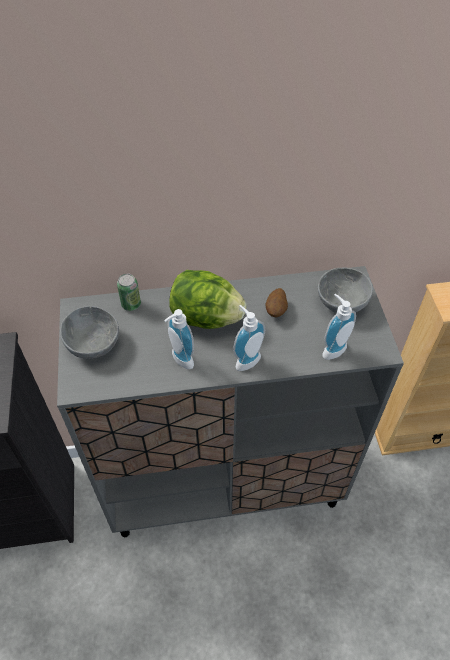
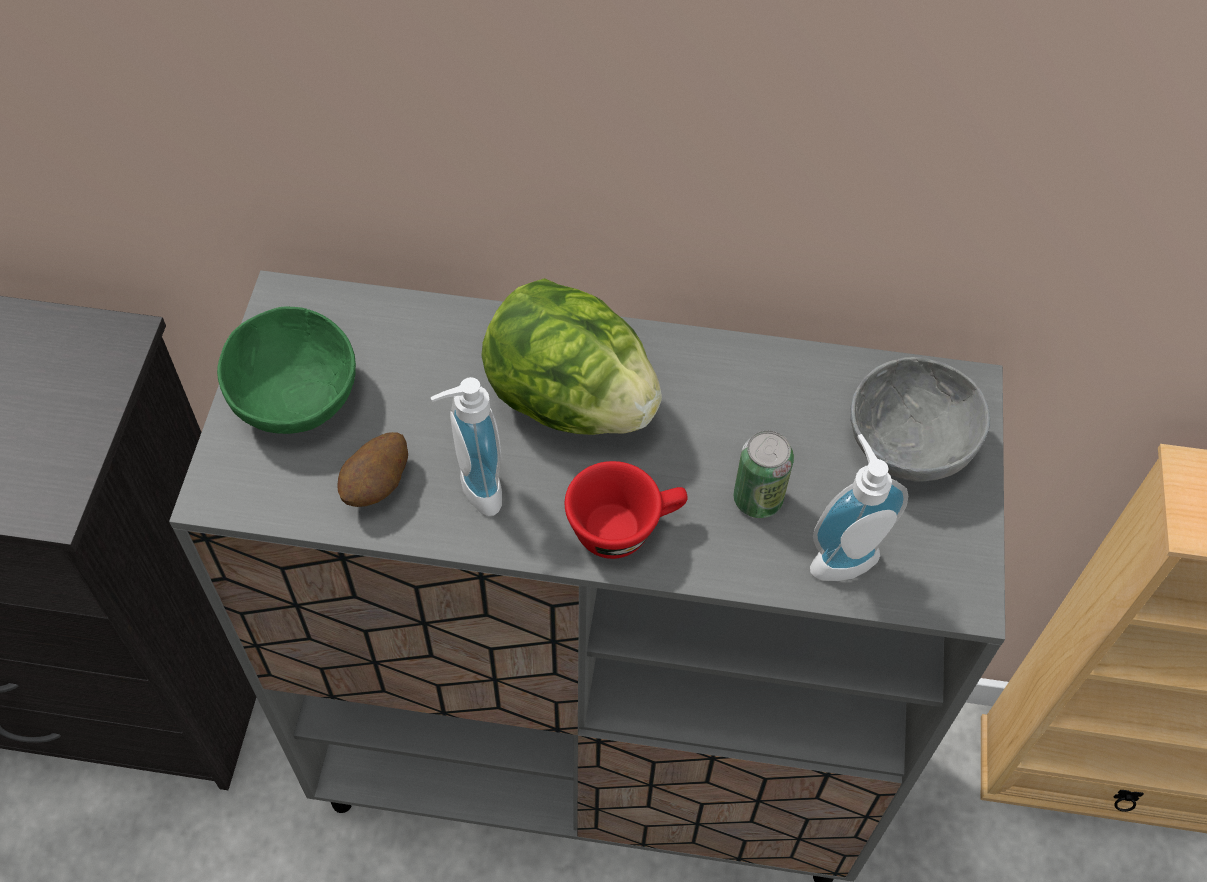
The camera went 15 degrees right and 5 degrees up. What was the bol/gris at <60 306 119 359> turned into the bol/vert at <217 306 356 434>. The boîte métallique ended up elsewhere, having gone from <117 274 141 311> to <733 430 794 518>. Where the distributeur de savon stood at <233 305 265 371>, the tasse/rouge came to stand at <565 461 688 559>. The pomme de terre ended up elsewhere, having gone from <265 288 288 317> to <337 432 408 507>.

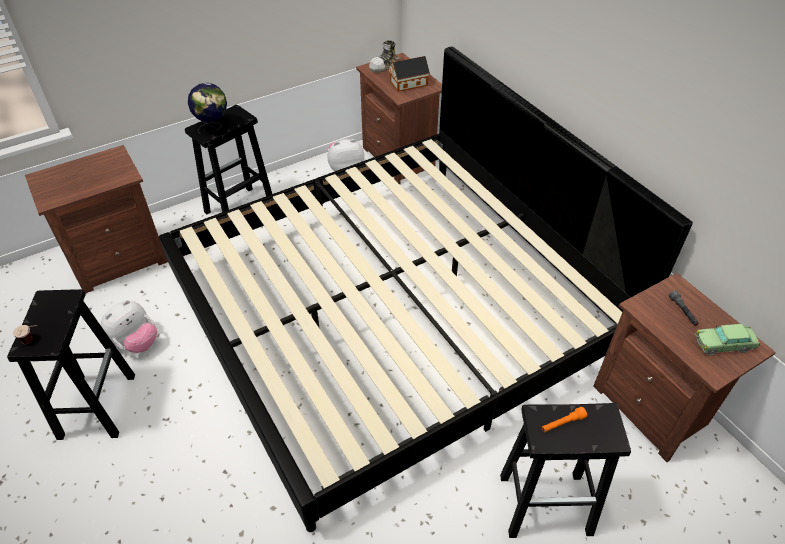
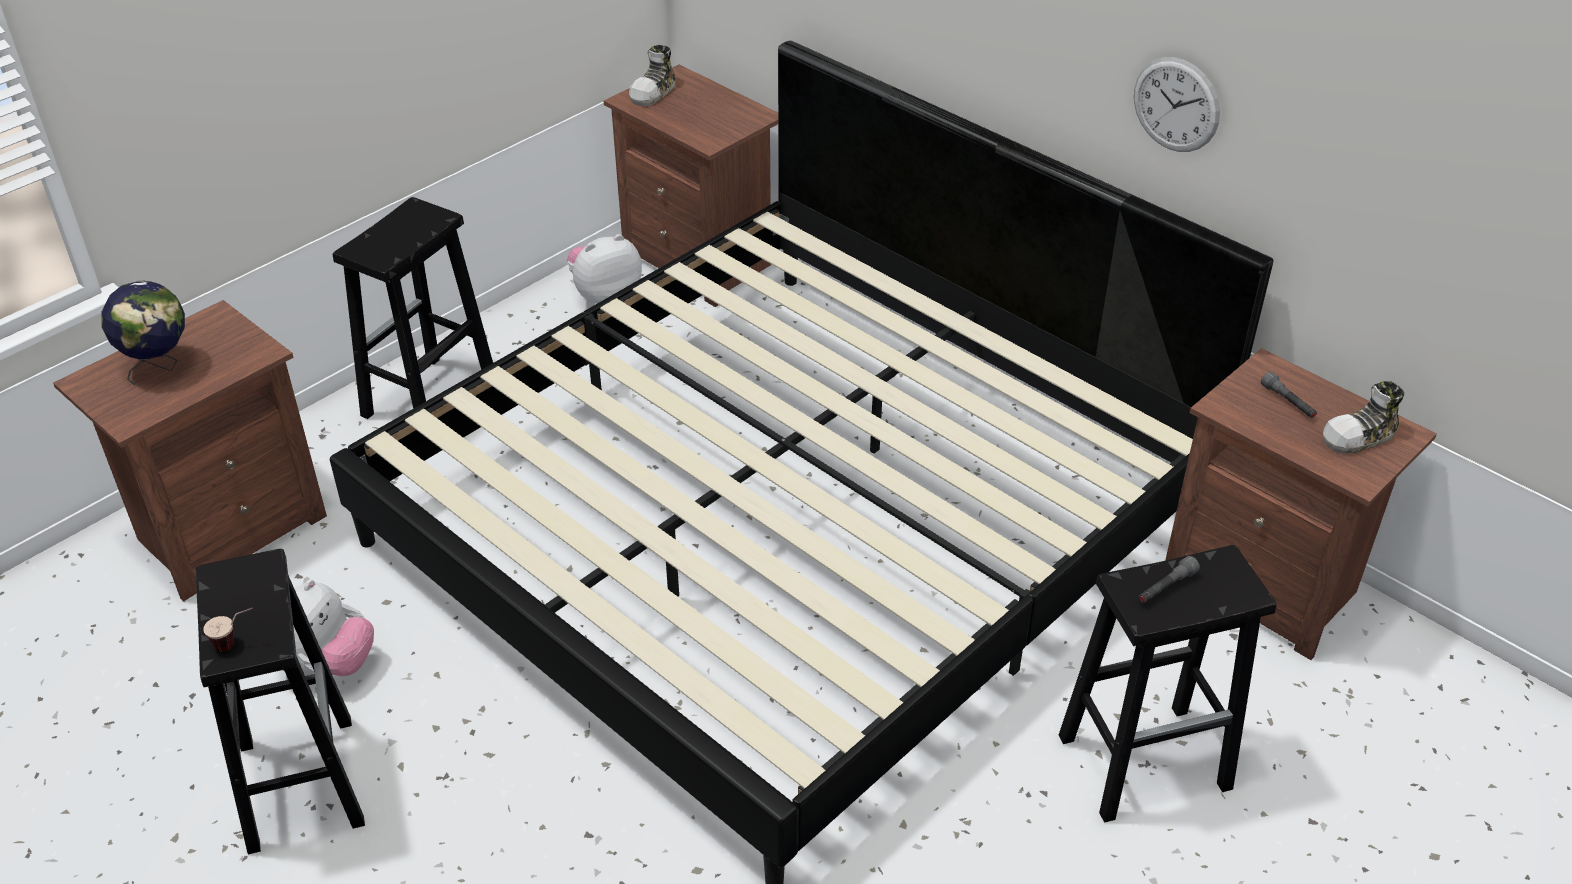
The camera went 15 degrees left and 5 degrees down. The globe ended up elsewhere, having gone from <188 83 227 134> to <101 281 185 385>. The second view lost the maison miniature at <388 56 430 92>. What was the lampe de poche/orange at <542 407 587 432> turned into the lampe de poche/gris at <1139 556 1200 603>. Where the petite voiture stood at <695 324 760 356>, the chaussure came to stand at <1323 381 1404 454>. The second view gained the horloge murale at <1134 57 1220 152>.

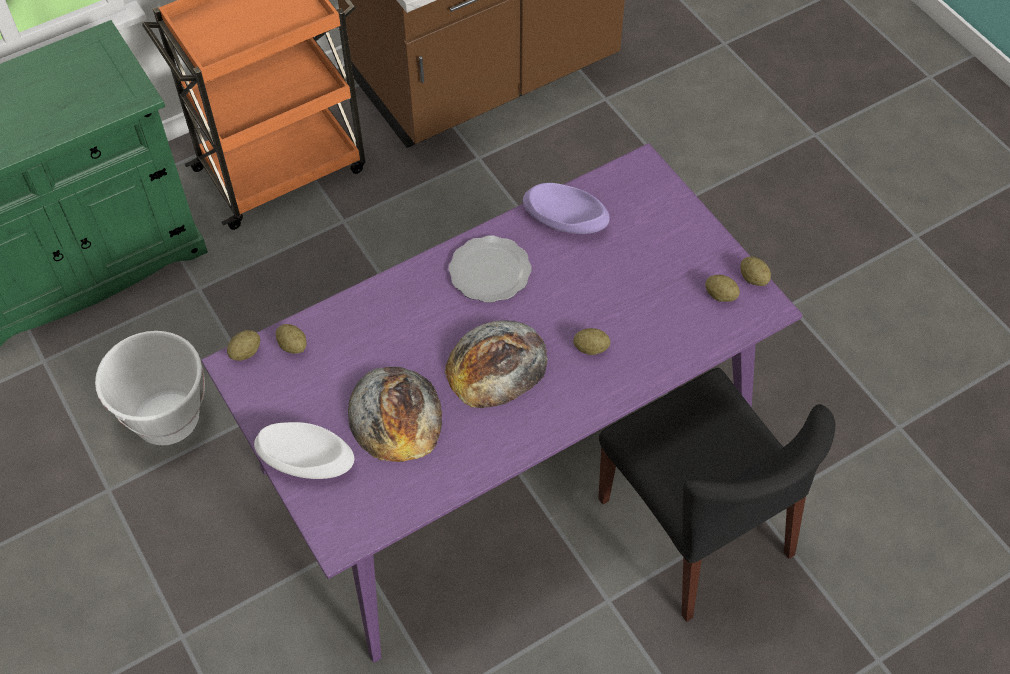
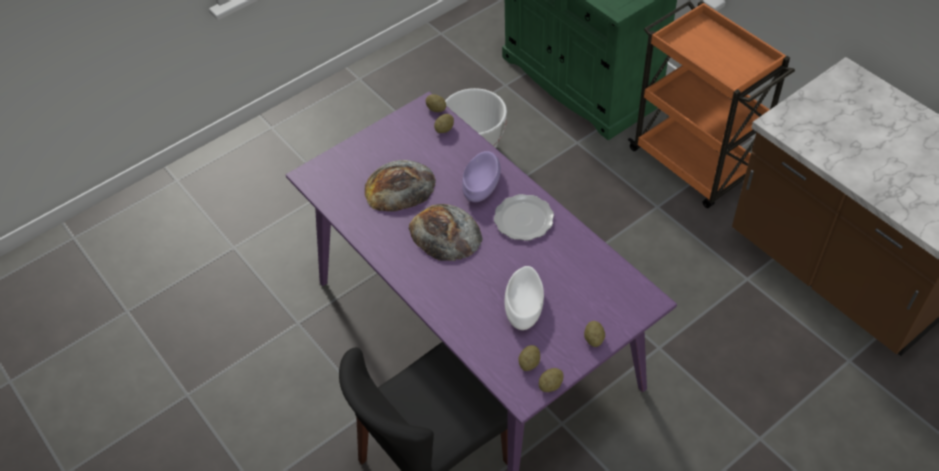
The camera went 85 degrees right and 5 degrees down. The bol/blanc ended up elsewhere, having gone from <254 422 354 479> to <504 266 544 330>. The bol/violet ended up elsewhere, having gone from <523 183 610 234> to <462 151 501 202>. The pomme de terre ended up elsewhere, having gone from <573 328 610 355> to <584 321 605 347>.

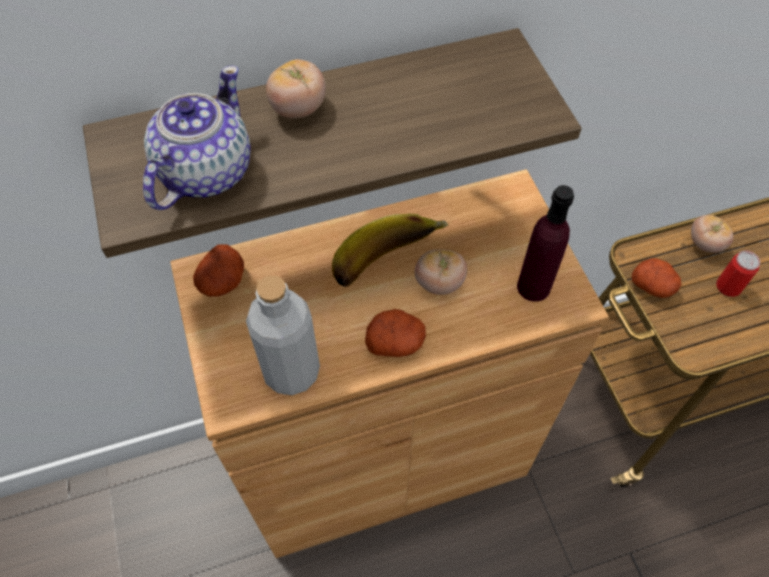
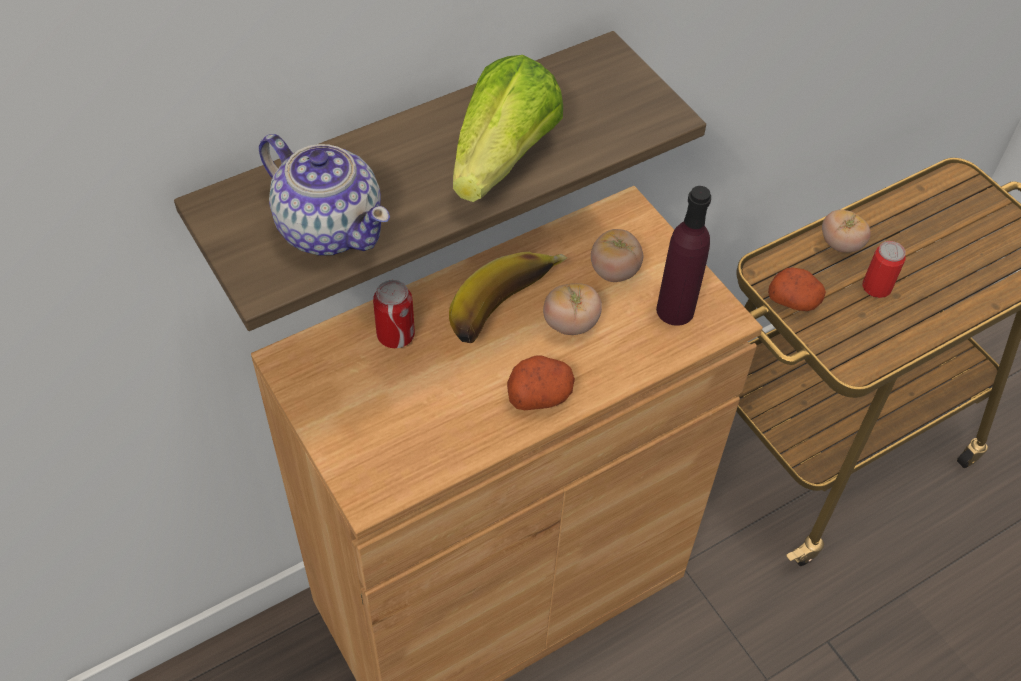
The camera went 15 degrees left and 5 degrees down. The théière at <143 65 251 210> ended up facing another way, 120 degrees clockwise from before. The second view lost the pomme de terre at <193 244 244 297>. The second view lost the bouteille/gris at <246 275 320 395>. The tomate ended up elsewhere, having gone from <266 59 326 118> to <591 229 643 282>. The second view gained the boîte métallique at <373 280 415 348>. The second view gained the laitue at <453 55 563 202>.

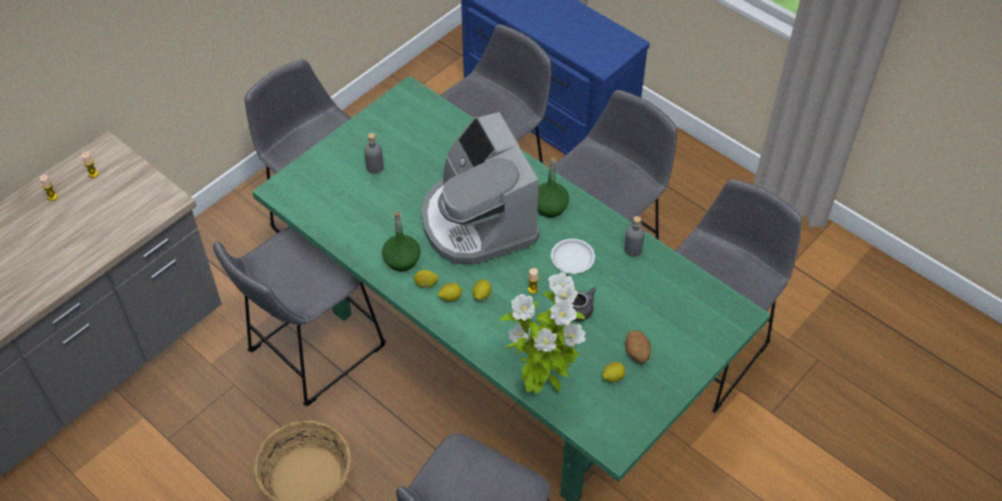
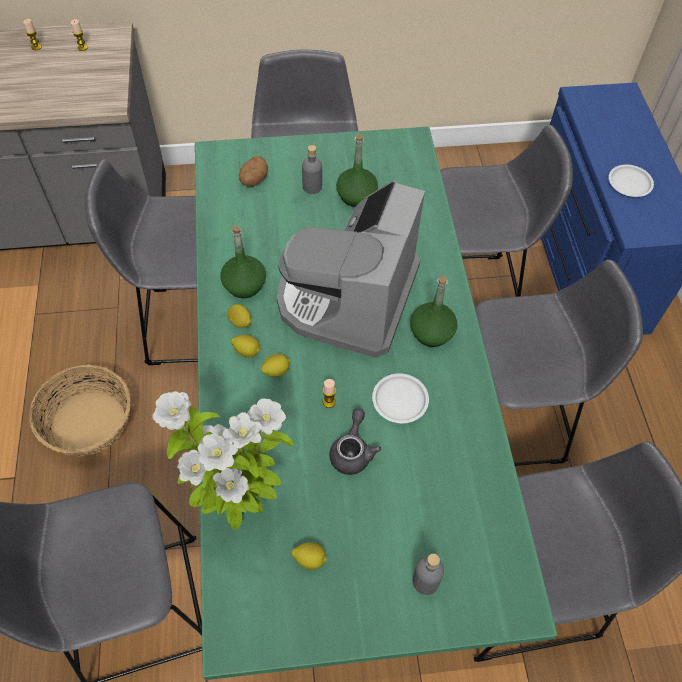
The camera went 40 degrees right and 5 degrees up. The bouteille/gris ended up elsewhere, having gone from <624 216 645 257> to <413 554 444 595>. The pomme de terre ended up elsewhere, having gone from <626 330 651 363> to <239 156 268 187>. The second view gained the bouteille/vert at <336 134 378 207>. The second view gained the assiette/blanc at <609 165 654 197>.

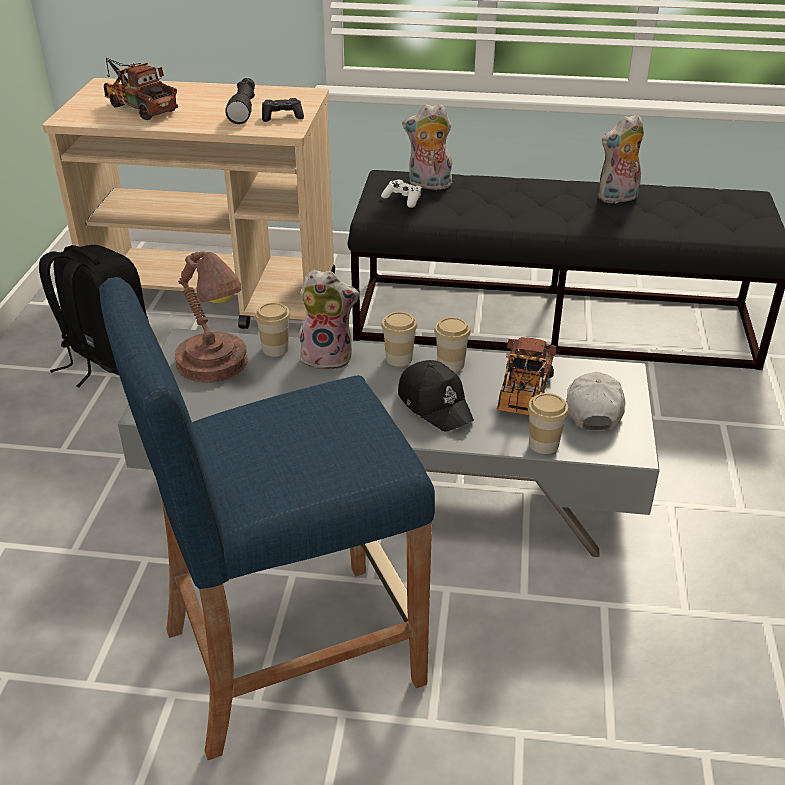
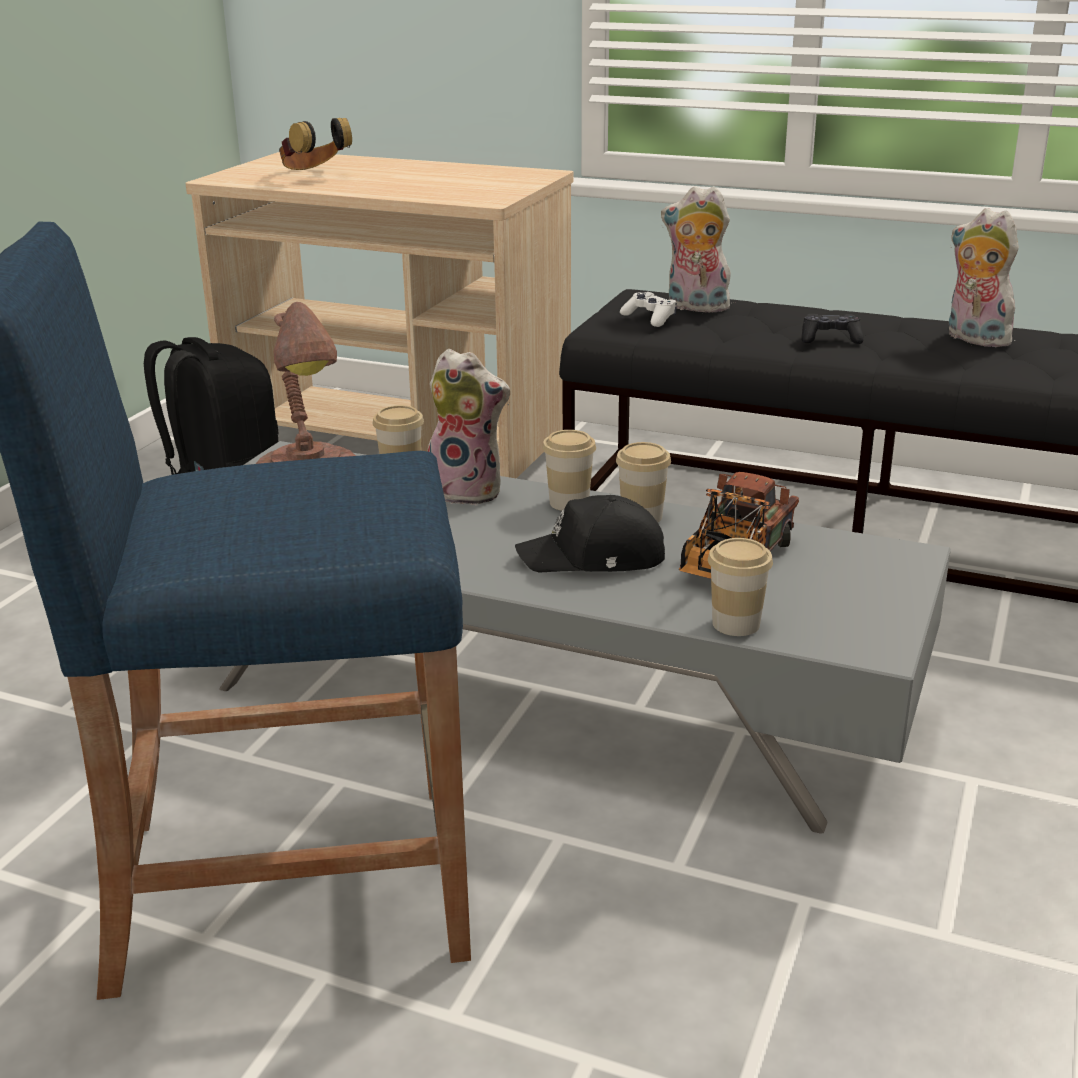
The camera went 15 degrees right and 10 degrees down. Where the camion jouet stood at <104 58 178 120>, the casque audio came to stand at <279 118 352 170>. The second view lost the lampe de poche/noir at <225 78 255 124>. The manette/noir ended up elsewhere, having gone from <262 98 304 122> to <801 314 863 344>. The casquette/noir at <398 360 474 432> ended up facing another way, 105 degrees clockwise from before. The second view lost the casquette/blanc at <566 372 625 430>. The peluche at <598 113 644 204> ended up facing another way, 60 degrees clockwise from before.

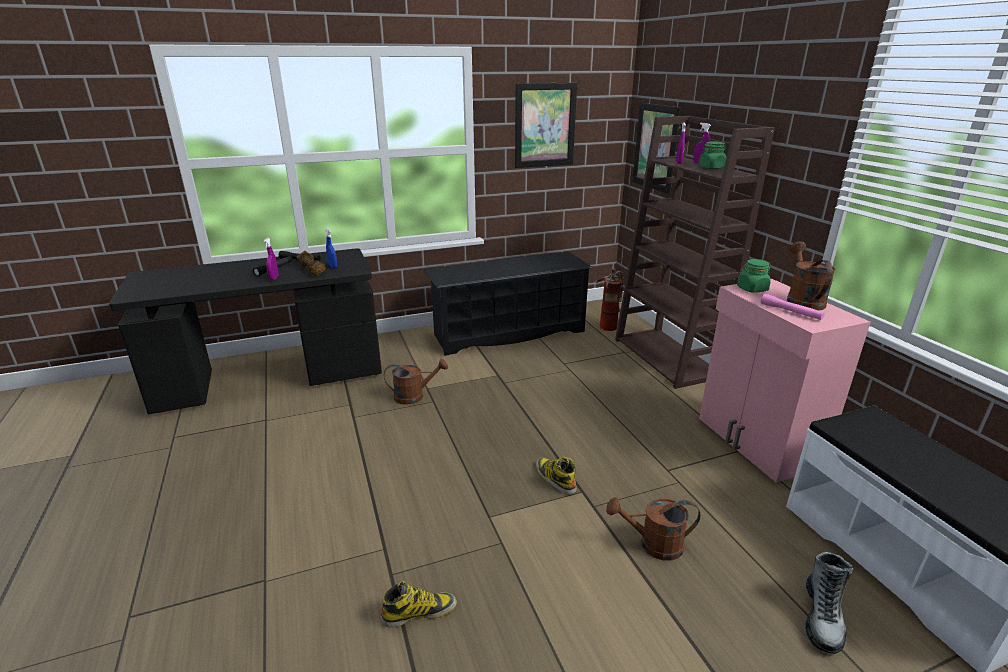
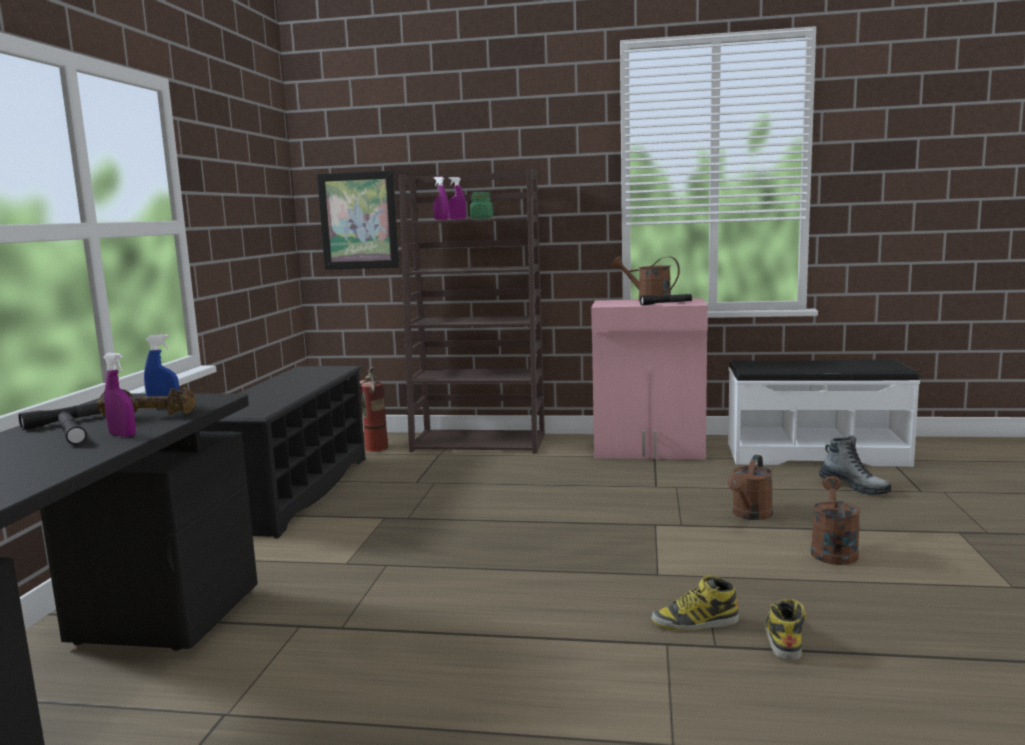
The camera went 60 degrees left and 15 degrees down. The arrosoir/marron ended up elsewhere, having gone from <384 359 448 405> to <811 476 861 565>. The second view lost the tableau at <515 83 577 168>. The botte ended up elsewhere, having gone from <536 457 577 494> to <651 575 739 631>. The second view lost the bocal/vert at <737 259 771 293>. What was the lampe de poche/rose at <761 294 825 320> turned into the lampe de poche/noir at <640 294 692 305>.

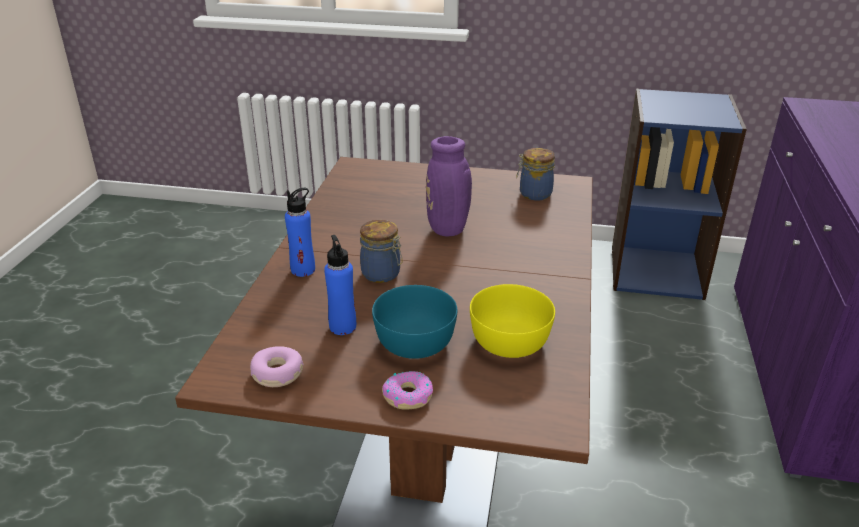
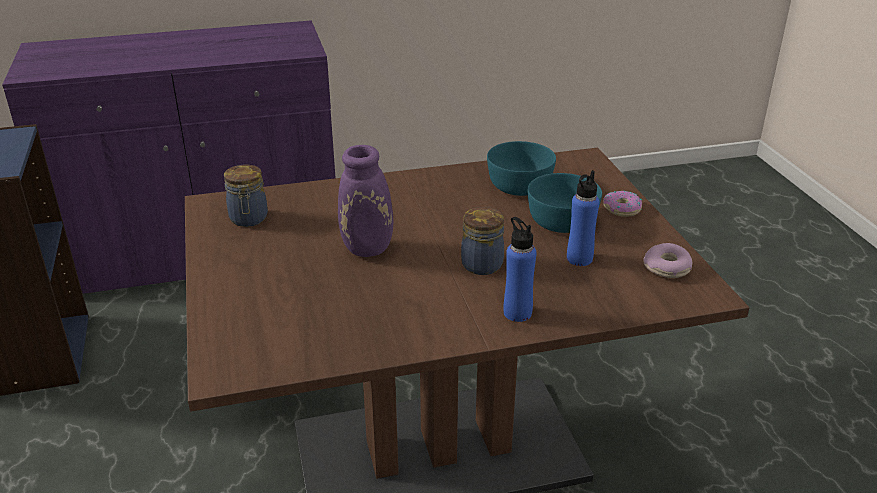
The camera went 115 degrees left and 0 degrees up. What was the bol/jaune at <470 284 555 358> turned into the bol/turquoise at <487 141 556 196>.

